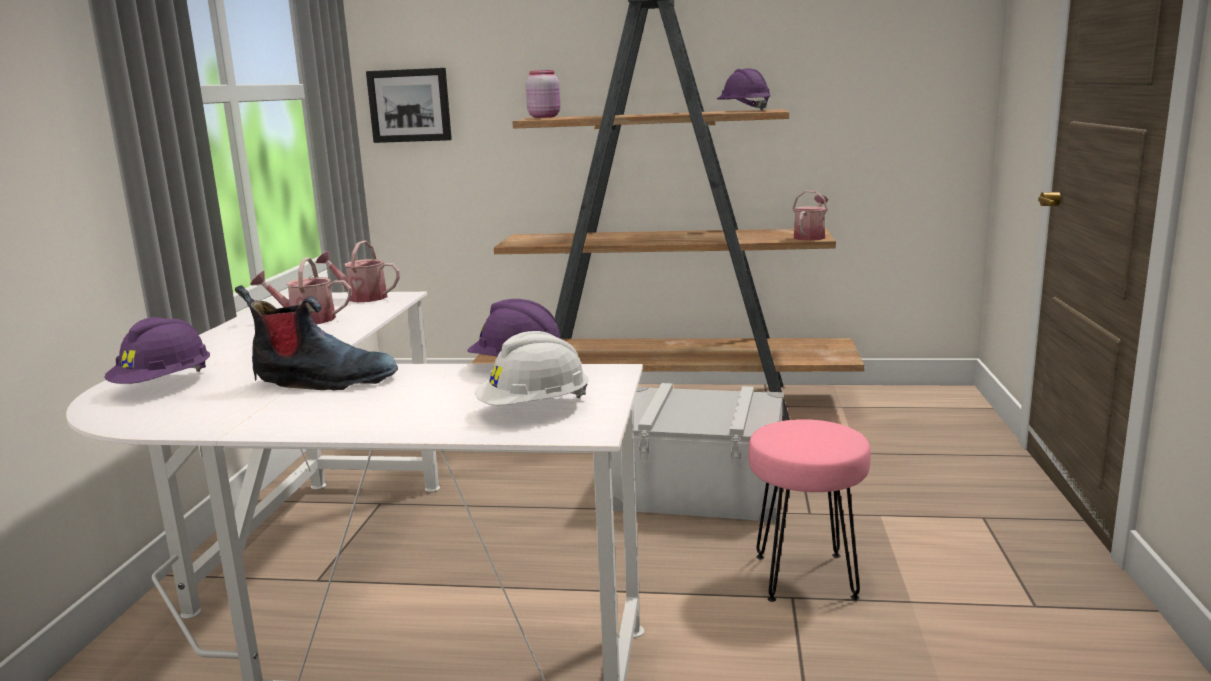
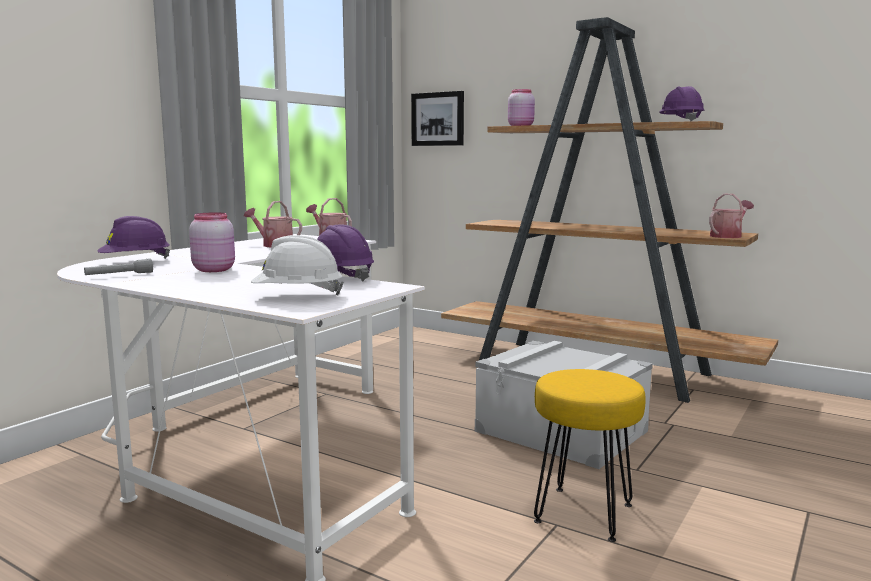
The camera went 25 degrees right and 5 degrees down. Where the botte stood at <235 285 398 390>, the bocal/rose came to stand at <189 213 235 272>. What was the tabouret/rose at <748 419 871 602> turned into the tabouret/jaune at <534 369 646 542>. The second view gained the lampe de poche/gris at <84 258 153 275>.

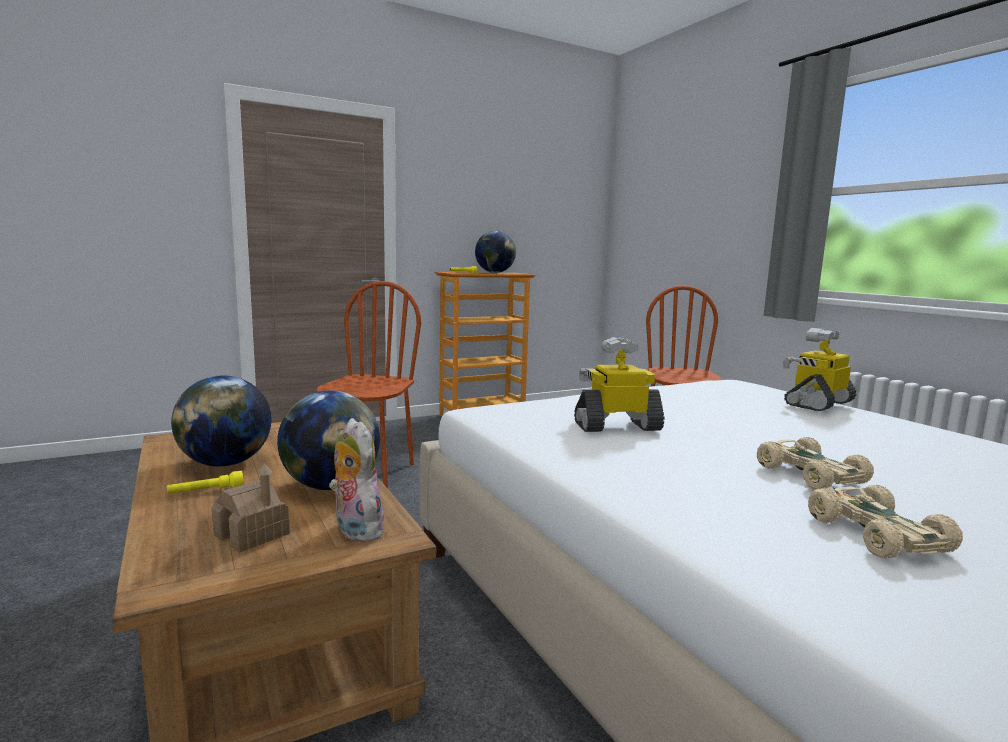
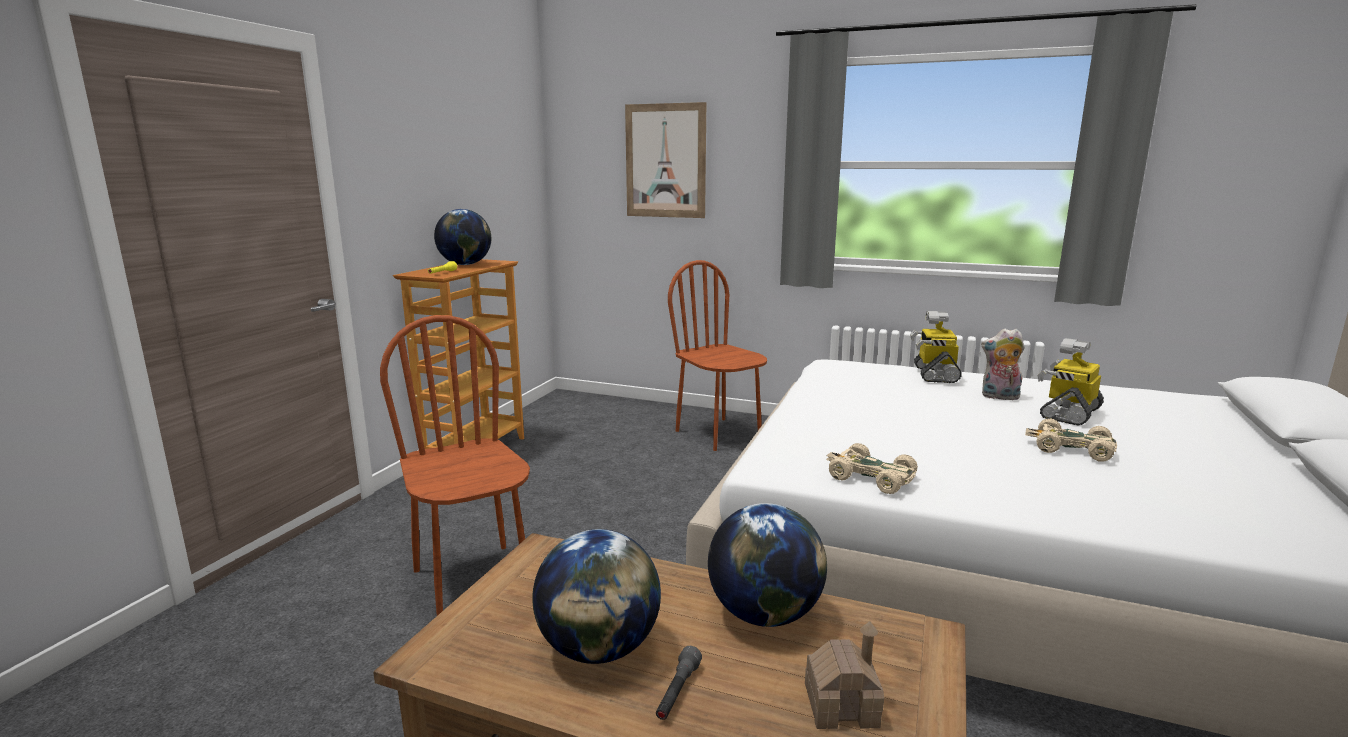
The camera went 40 degrees left and 5 degrees up. What was the lampe de poche/jaune at <167 471 244 494> turned into the lampe de poche/gris at <656 646 702 720>. The peluche ended up elsewhere, having gone from <329 418 384 542> to <981 329 1025 400>. The robot jouet ended up elsewhere, having gone from <574 337 664 432> to <1037 338 1104 425>. The petite voiture/beige ended up elsewhere, having gone from <808 485 963 559> to <826 443 918 494>. The second view gained the tableau at <625 102 706 218>.

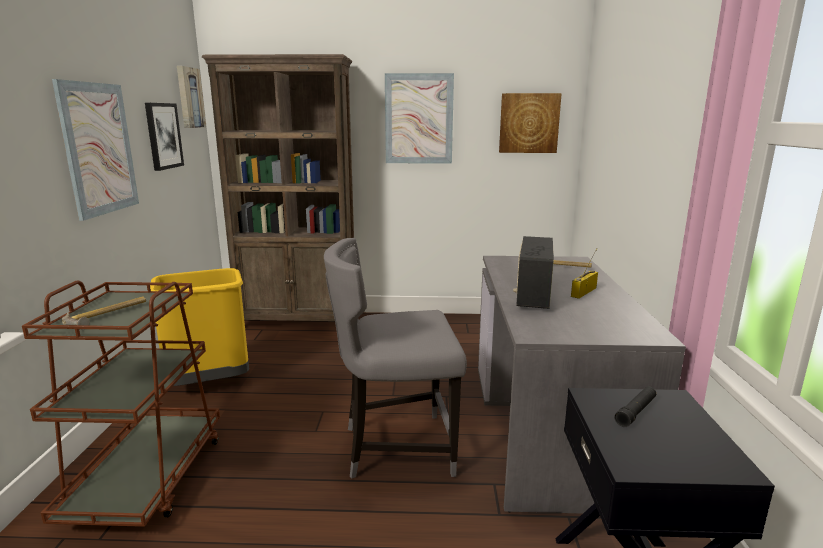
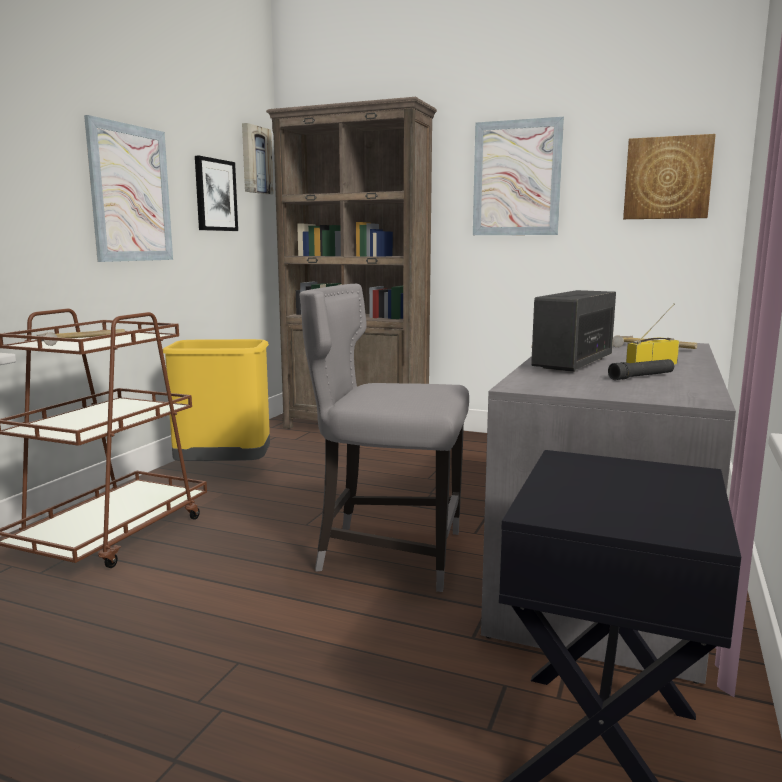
The camera went 20 degrees right and 5 degrees down. The lampe de poche/noir ended up elsewhere, having gone from <614 387 656 427> to <608 359 674 380>.

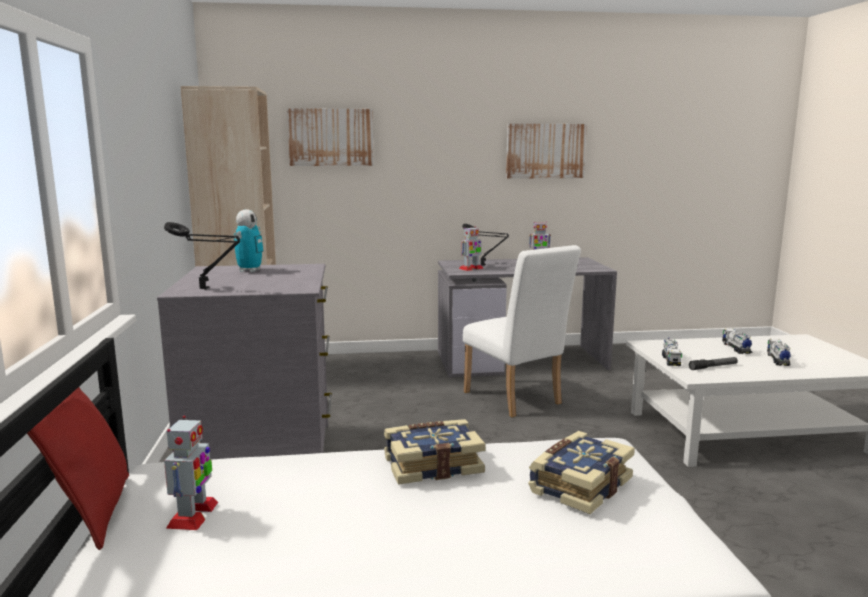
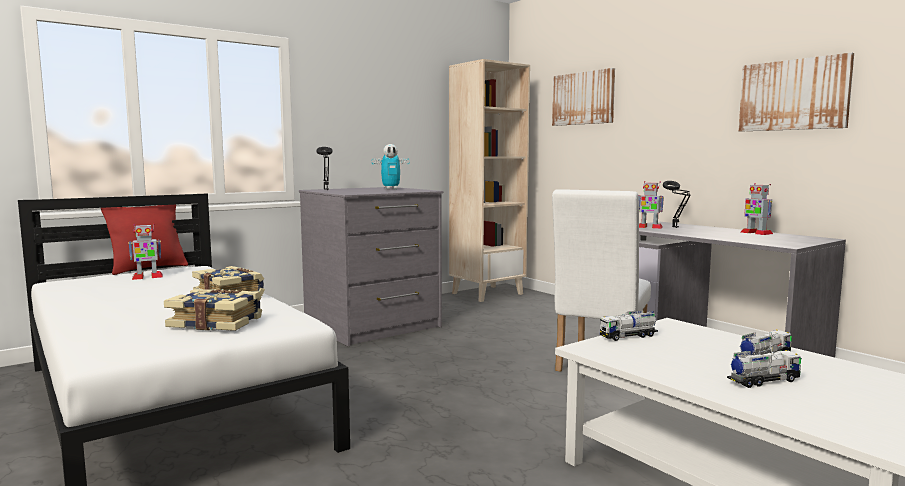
The camera went 60 degrees right and 5 degrees down. The second view lost the lampe de poche at <689 357 738 370>.

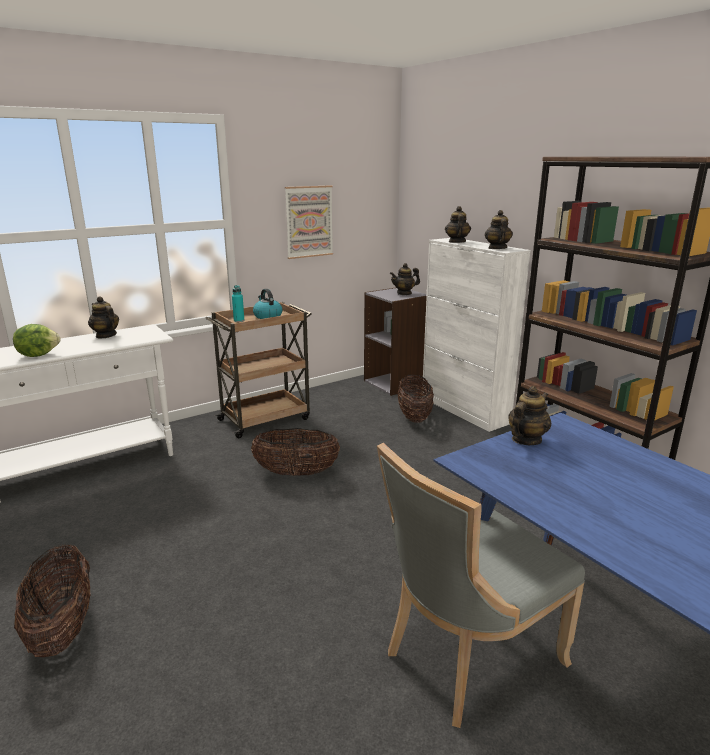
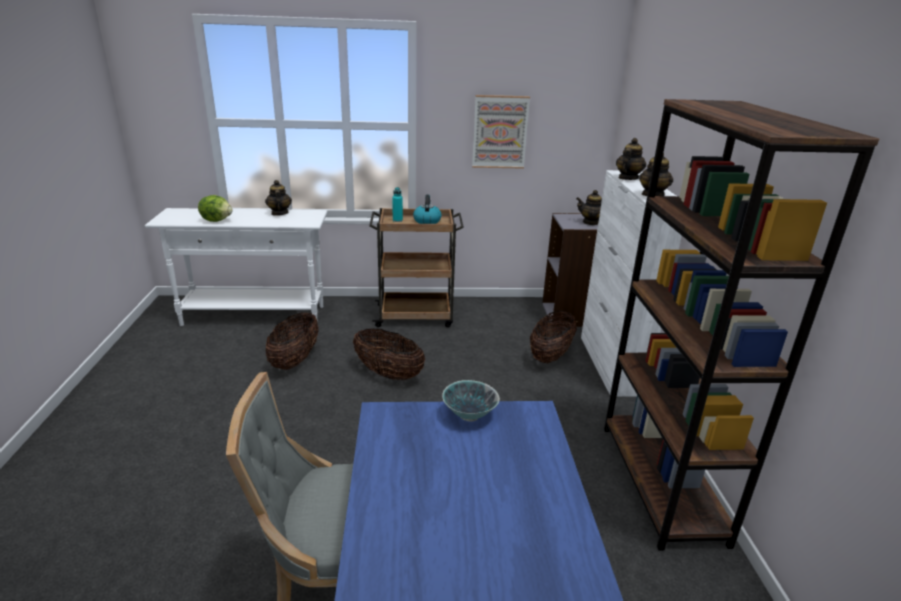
The camera went 30 degrees right and 5 degrees up. The panier ended up elsewhere, having gone from <14 544 91 657> to <266 313 319 370>. Where the théière stood at <508 386 551 445>, the bol came to stand at <442 380 500 422>.

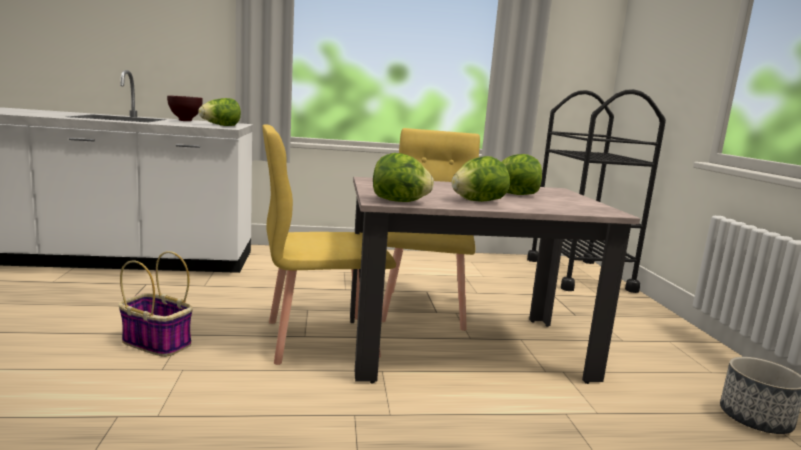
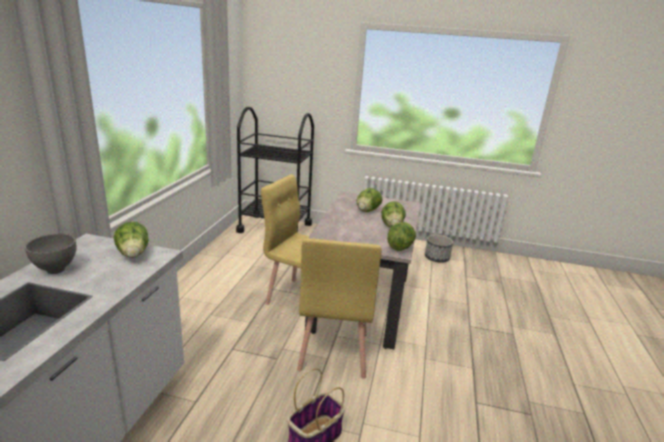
The camera went 70 degrees left and 10 degrees up. What was the bol/marron at <167 95 203 121> turned into the bol/gris at <25 234 76 274>.

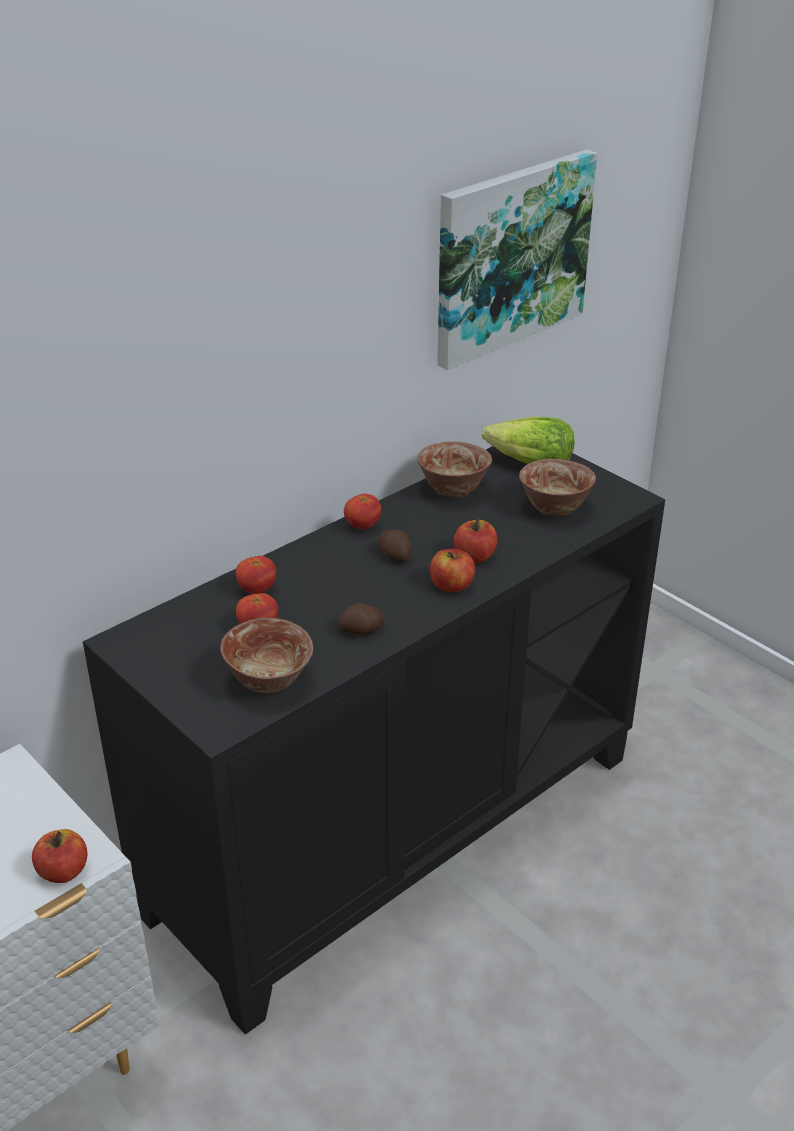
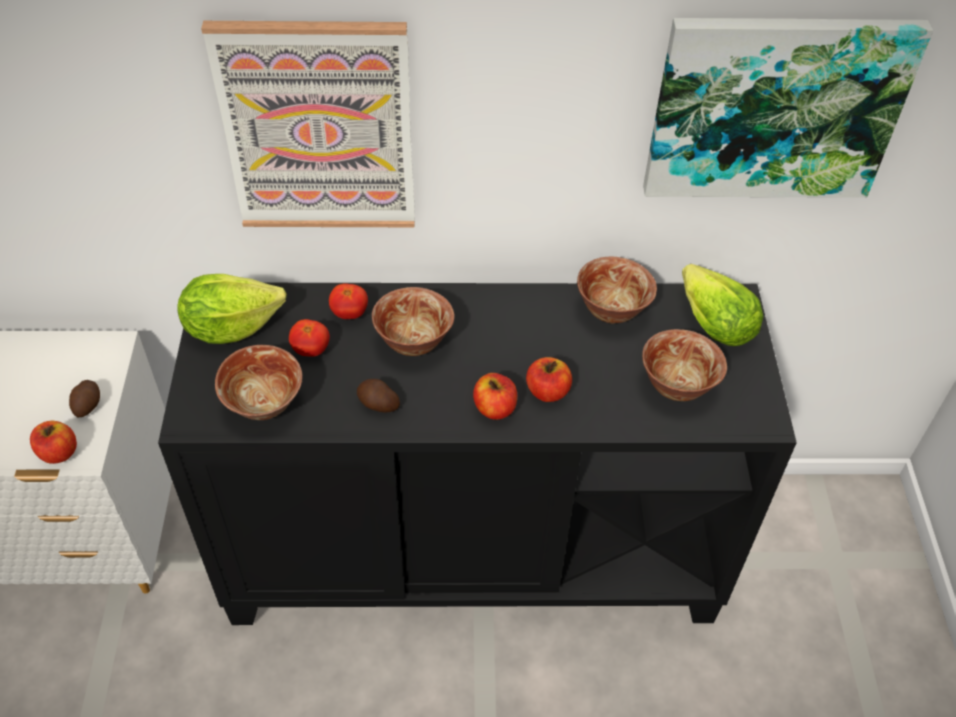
The camera went 40 degrees right and 15 degrees up. The second view lost the tomate at <344 493 381 529>. The pomme de terre ended up elsewhere, having gone from <377 530 412 562> to <69 380 100 417>. The second view gained the laitue at <177 274 286 344>. The second view gained the tableau at <201 21 415 227>. The second view gained the bol at <372 287 455 356>.

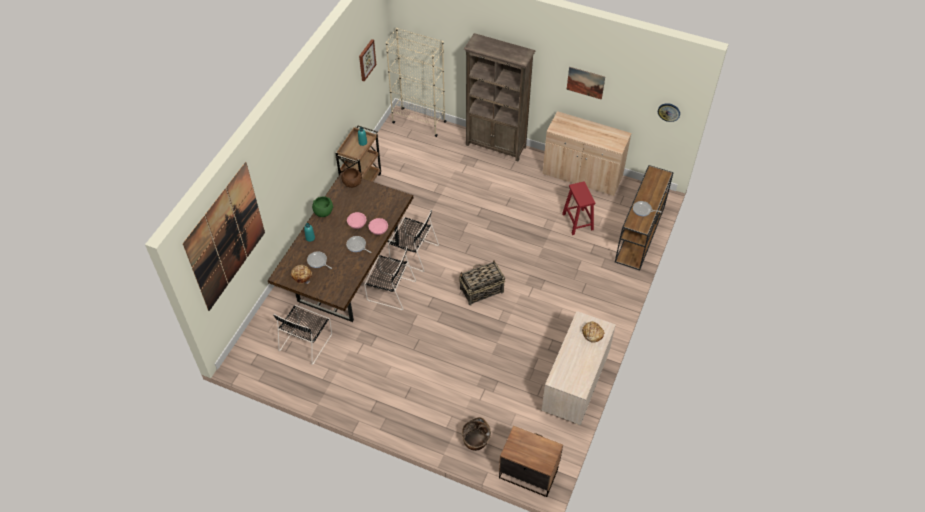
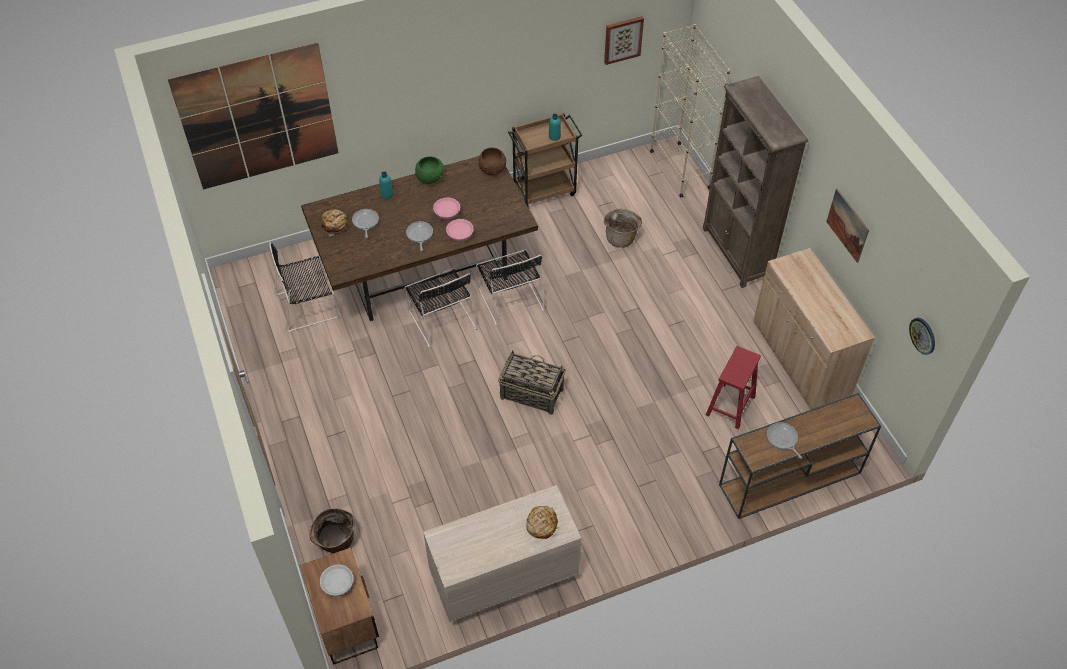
The camera went 45 degrees right and 0 degrees up. The second view gained the bol/blanc at <320 565 353 596>. The second view gained the panier at <604 209 642 248>.

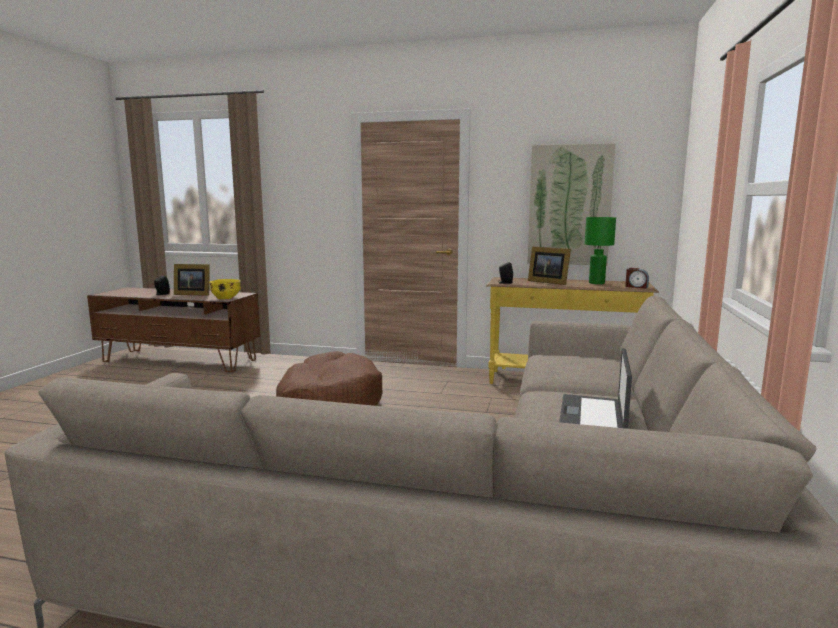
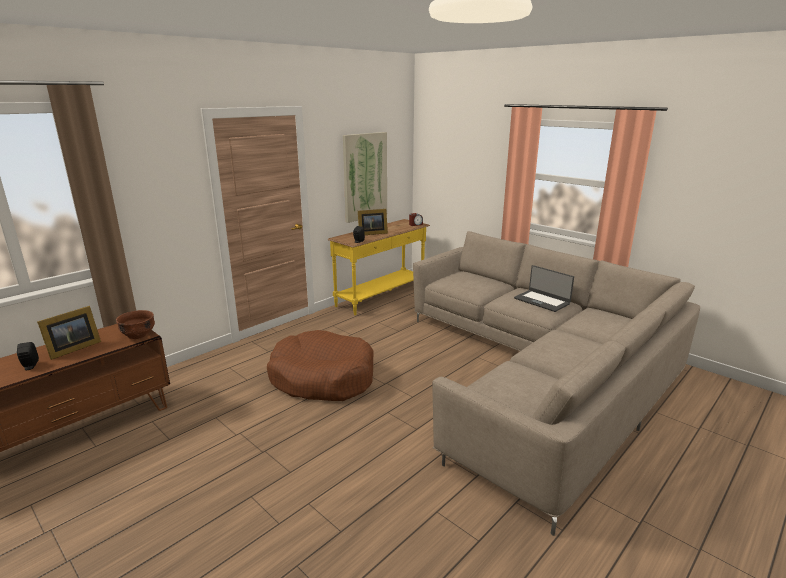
The camera went 60 degrees left and 10 degrees up. What was the bol/jaune at <209 279 241 299> turned into the bol/marron at <116 310 155 339>. The second view lost the lampe de table/vert at <585 217 616 284>.

